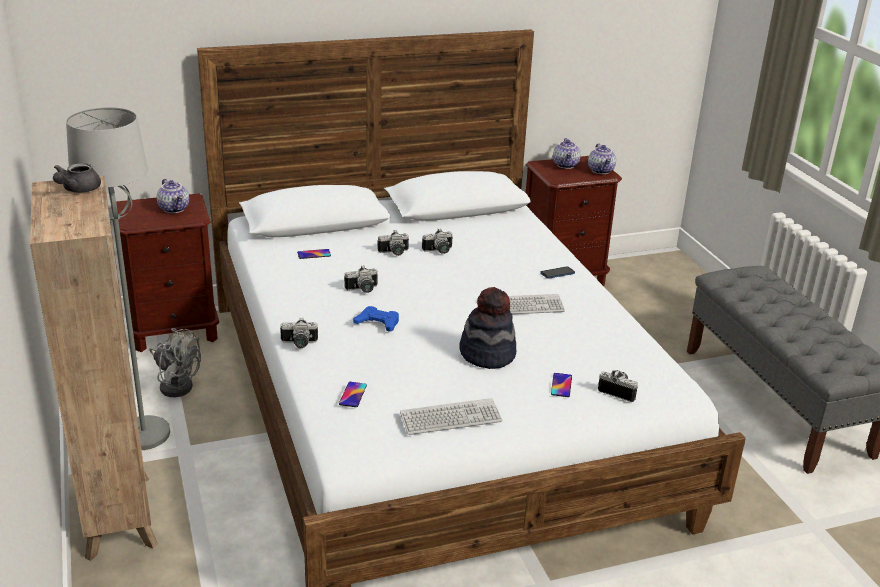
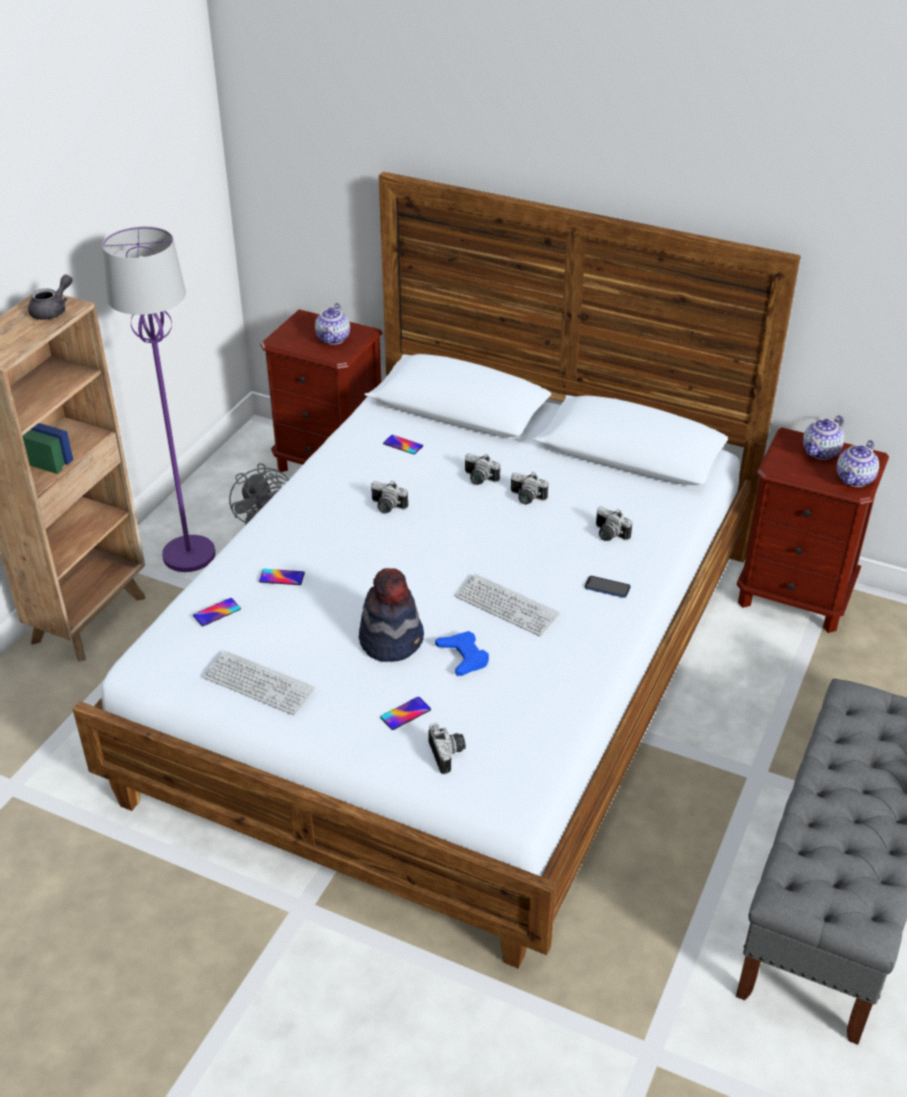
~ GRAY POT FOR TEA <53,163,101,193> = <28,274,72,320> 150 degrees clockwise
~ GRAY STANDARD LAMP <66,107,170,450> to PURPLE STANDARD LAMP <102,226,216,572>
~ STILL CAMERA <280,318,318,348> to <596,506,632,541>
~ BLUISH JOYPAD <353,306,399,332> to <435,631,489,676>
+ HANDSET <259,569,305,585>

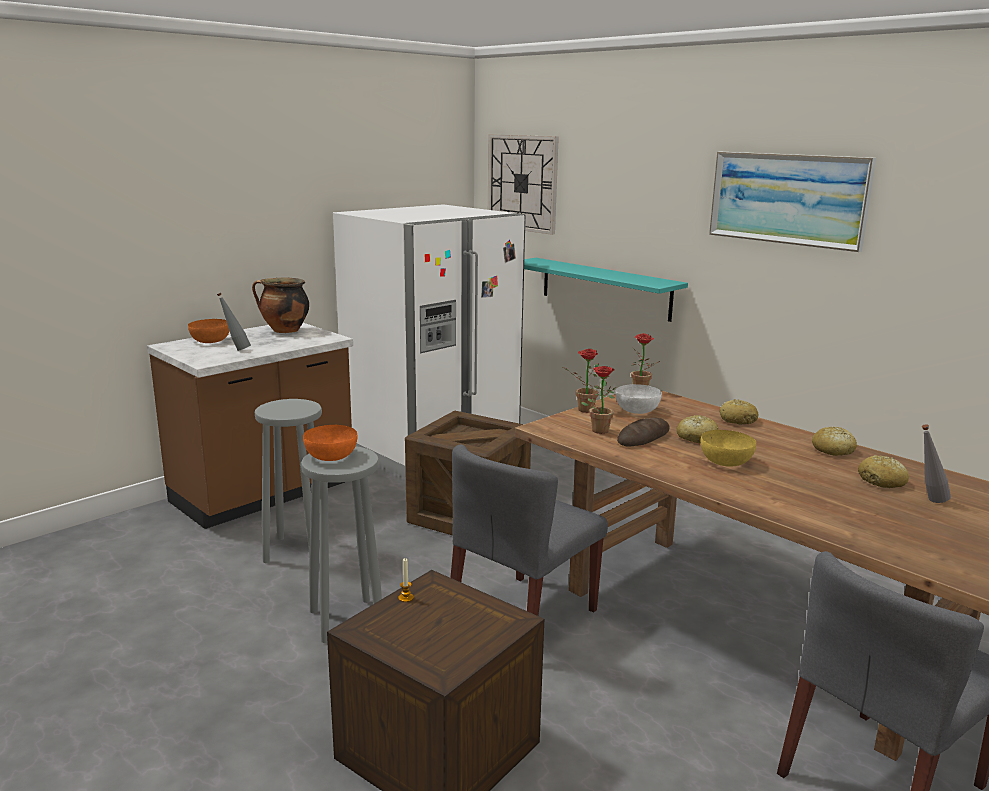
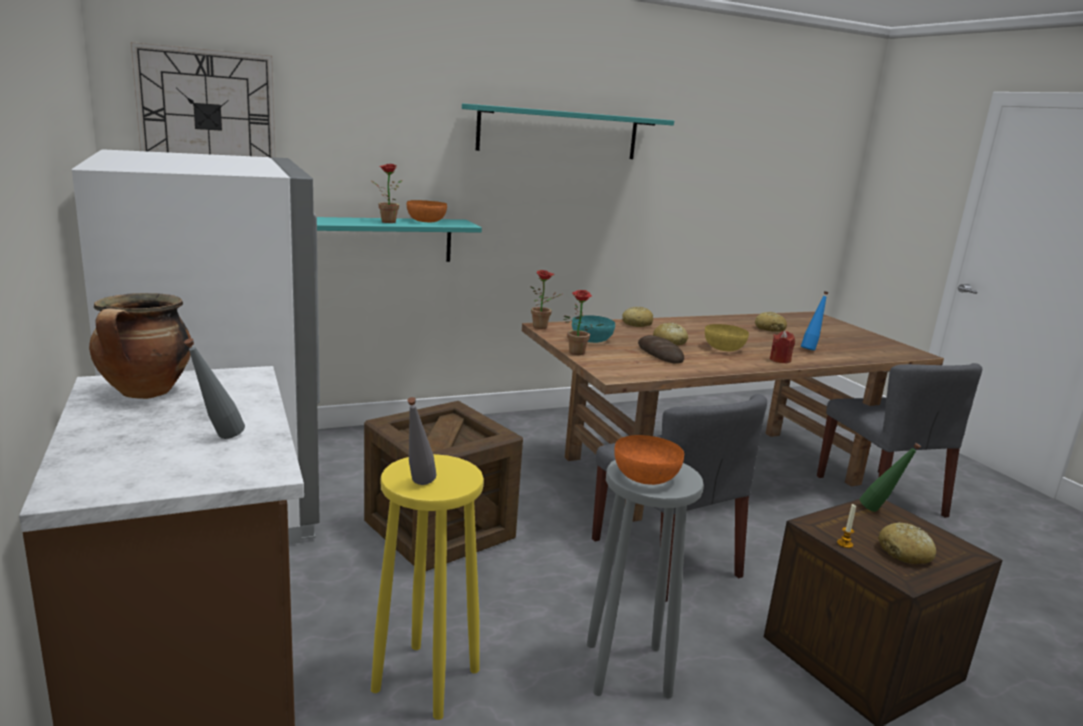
~ ORANGE-COLOURED DEEP DISH <188,319,230,343> to <407,200,447,222>
~ GRAY SITTING STOOL <255,399,322,563> to YELLOWISH SITTING STOOL <371,454,484,720>
~ PLANT IN A POT <581,366,617,434> to <371,163,402,223>
~ WHITE-COLOURED DEEP DISH <615,384,662,414> to TURQUOISE-COLOURED DEEP DISH <572,315,615,343>
~ PICTURE <709,152,876,252> to TURQUOISE-COLOURED BRACKET SHELF <462,104,674,159>
~ BAKED BREAD <812,427,857,456> to <878,522,936,564>
~ GRAY BOTTLE <922,424,951,503> to <407,397,437,485>
+ REDDISH CANDLE <770,331,795,364>
+ BLUISH BOTTLE <801,291,829,351>
+ GREEN BOTTLE <859,443,921,512>

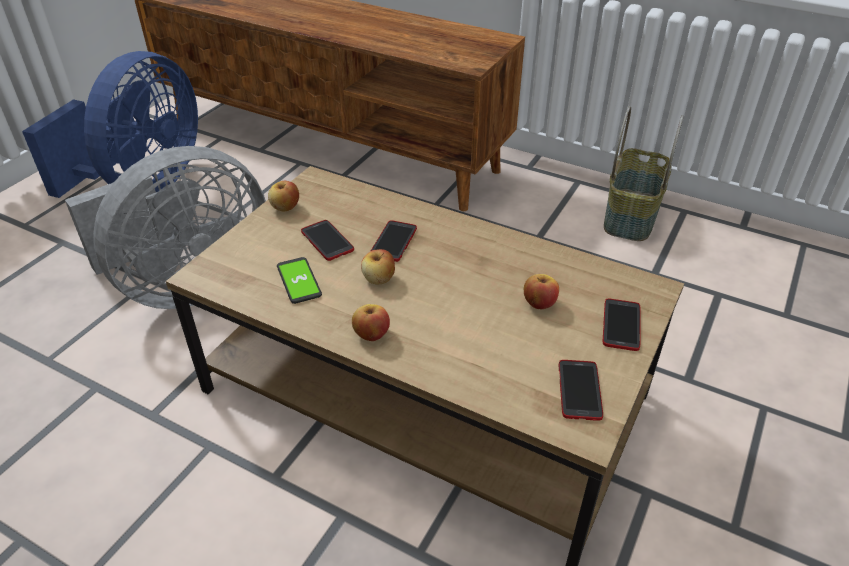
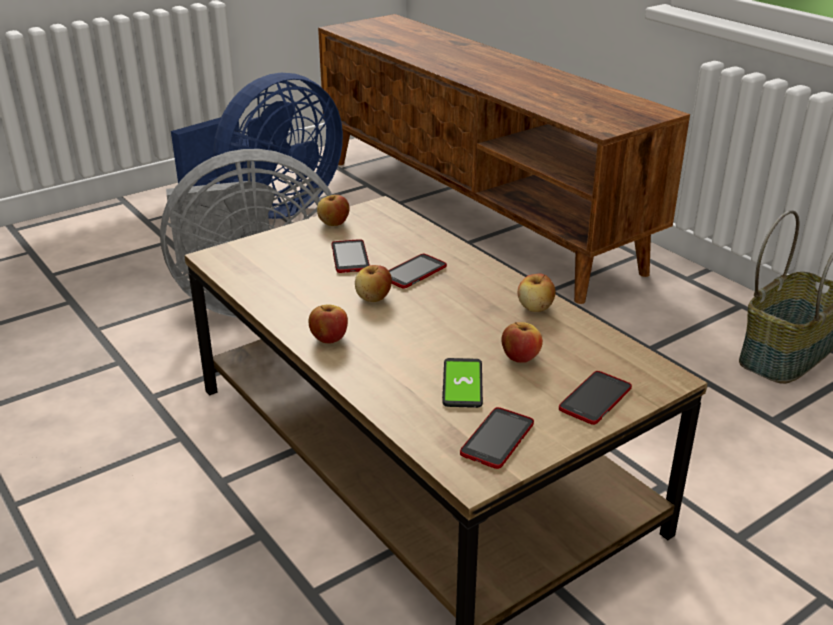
~ HANDSET <277,257,322,304> to <442,358,483,408>
+ WHOLE APPLE <518,274,556,312>

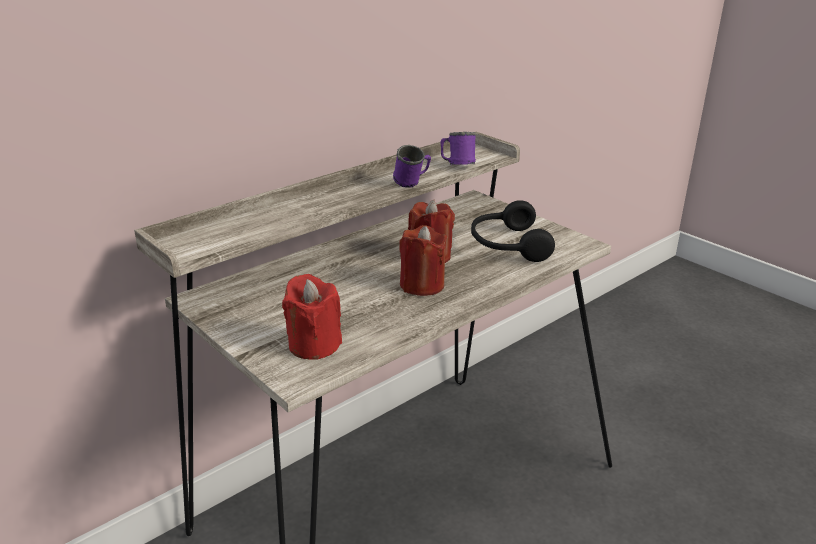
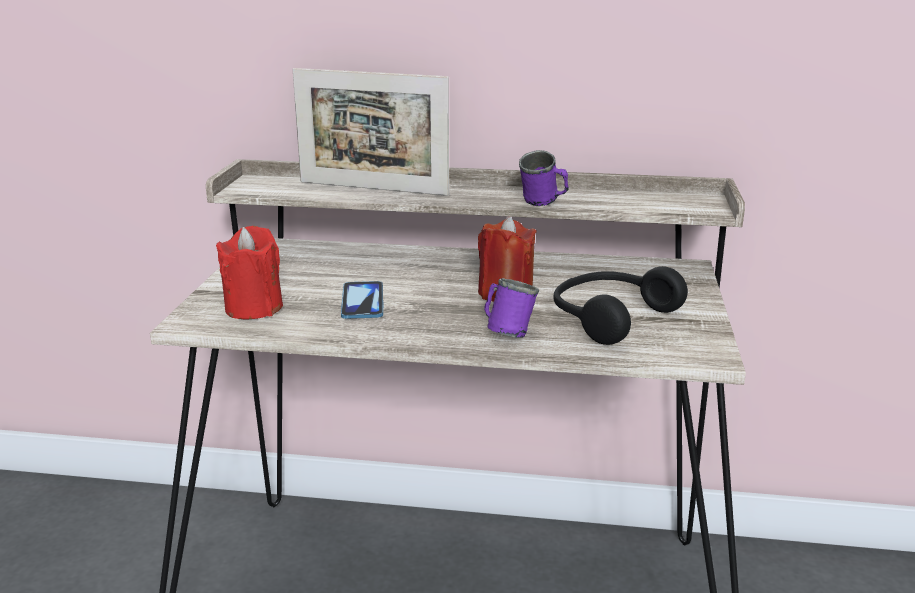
- REDDISH CANDLE <399,225,447,296>
~ PURPLE COFFEE MUG <440,132,476,165> to <484,278,539,338>
+ STANDING FRAME <293,68,449,196>
+ HANDSET <341,281,383,319>

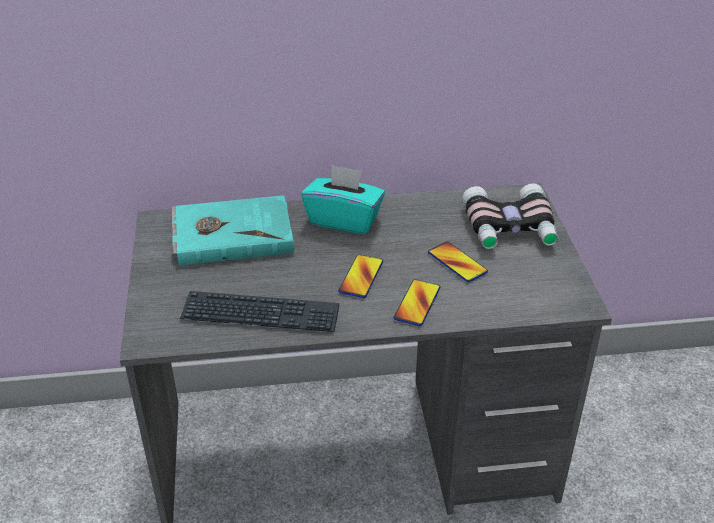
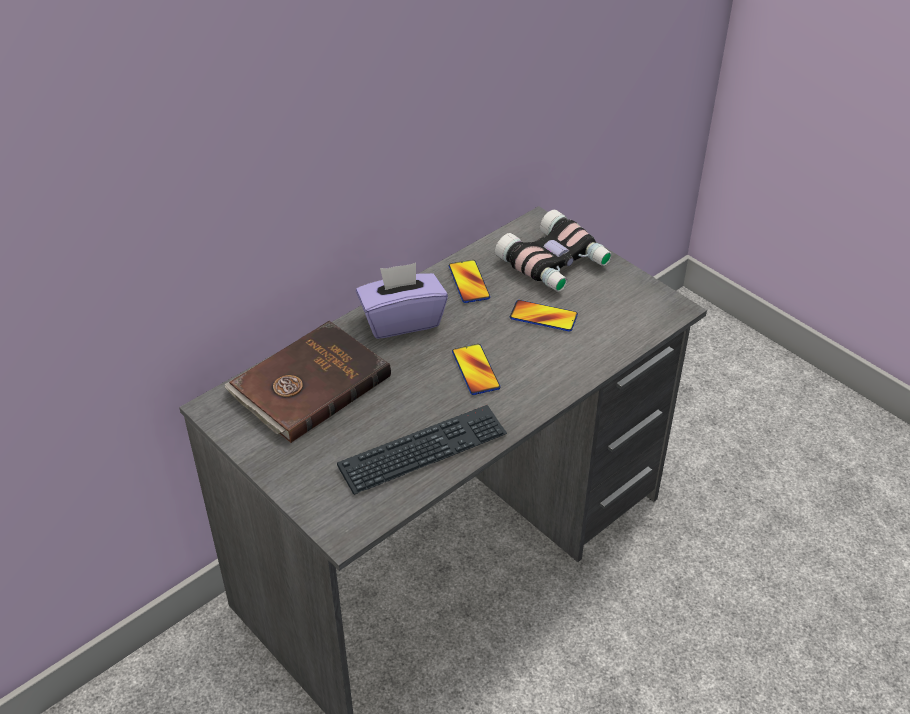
~ TURQUOISE-COLOURED BOUND BOOK <172,195,294,265> to BROWN-COLOURED BOUND BOOK <224,321,391,443>
~ TURQUOISE-COLOURED BOX OF TISSUES <301,165,385,234> to PURPLE BOX OF TISSUES <356,263,448,339>
~ HANDSET <394,279,440,326> to <449,260,490,303>

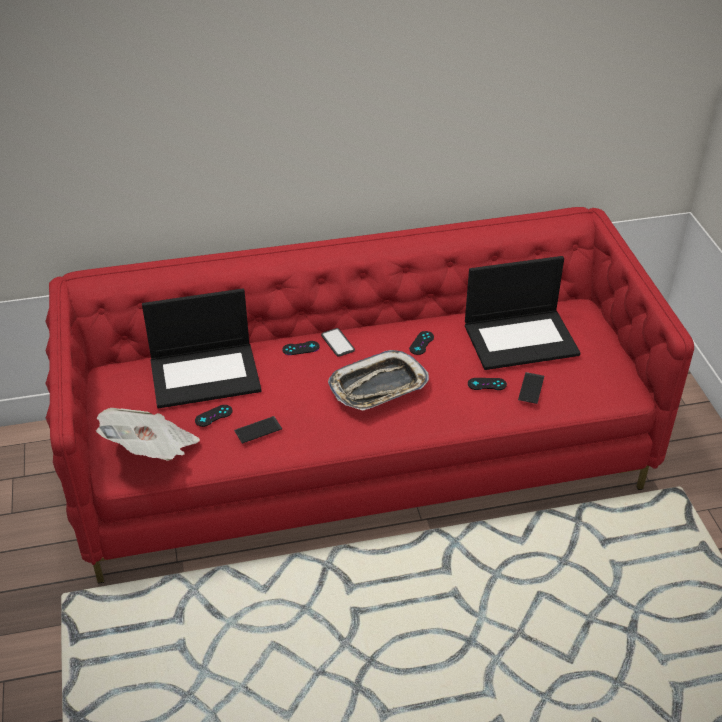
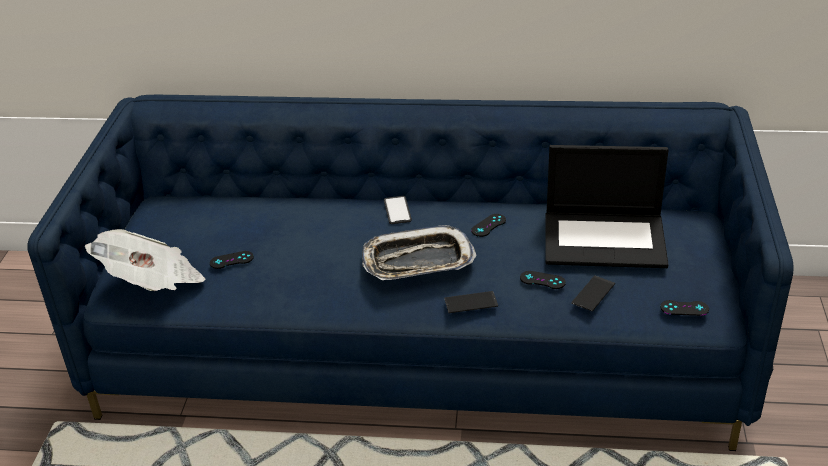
~ REDDISH COUCH <45,207,694,584> to BLUISH COUCH <28,95,794,451>
- NOTEBOOK COMPUTER <142,289,261,409>
~ HANDSET <234,416,282,444> to <444,291,498,313>
~ BLACK JOYPAD <282,341,320,355> to <660,300,709,316>

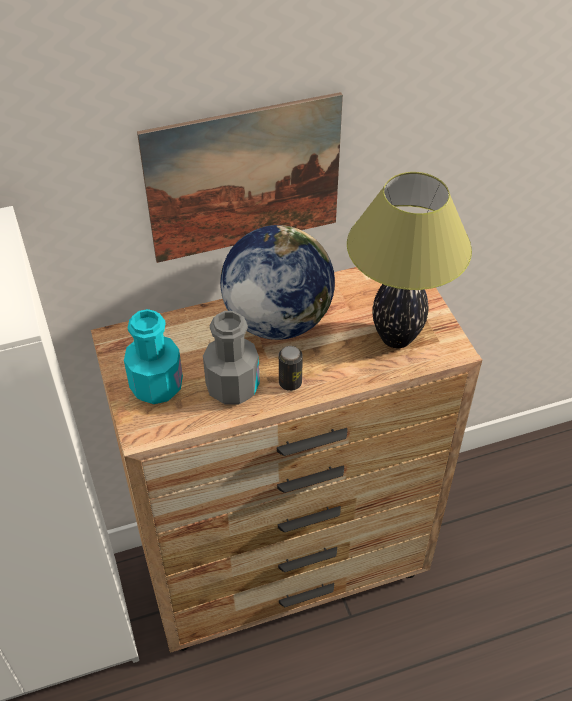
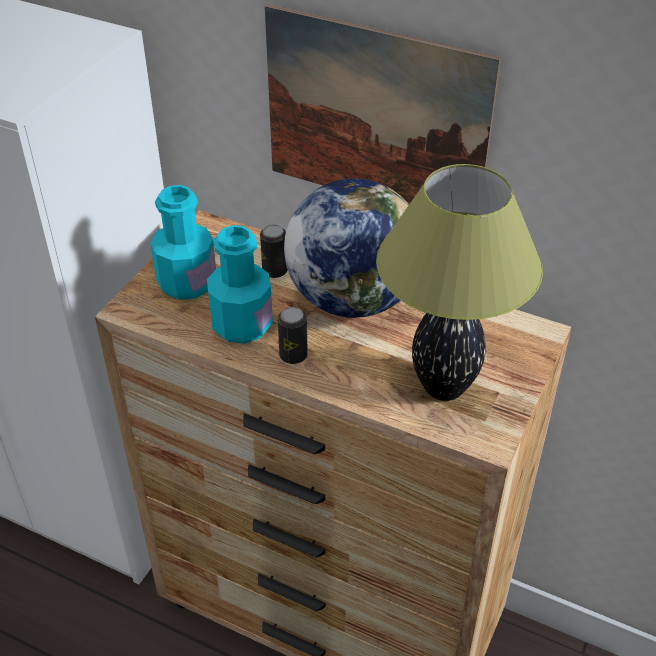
~ GRAY BOTTLE <203,311,260,405> to TURQUOISE-COLOURED BOTTLE <207,225,273,344>
+ CAN <260,225,288,278>

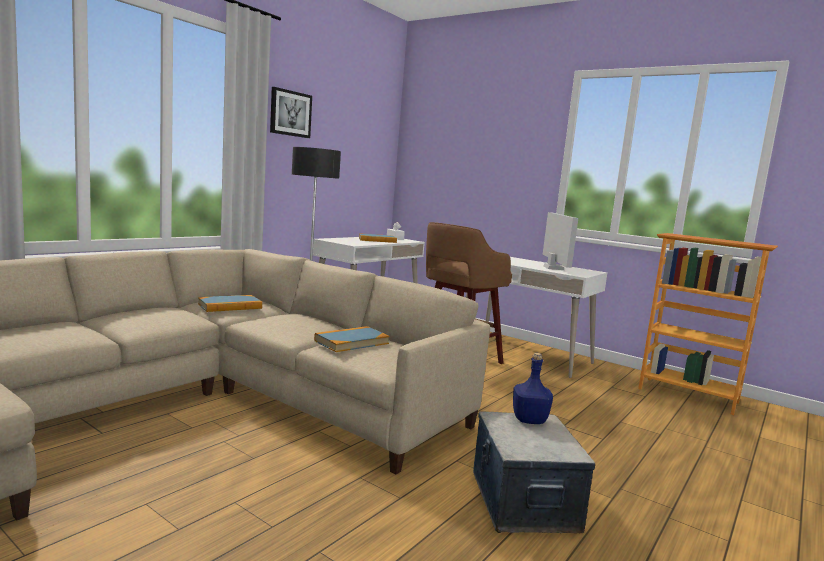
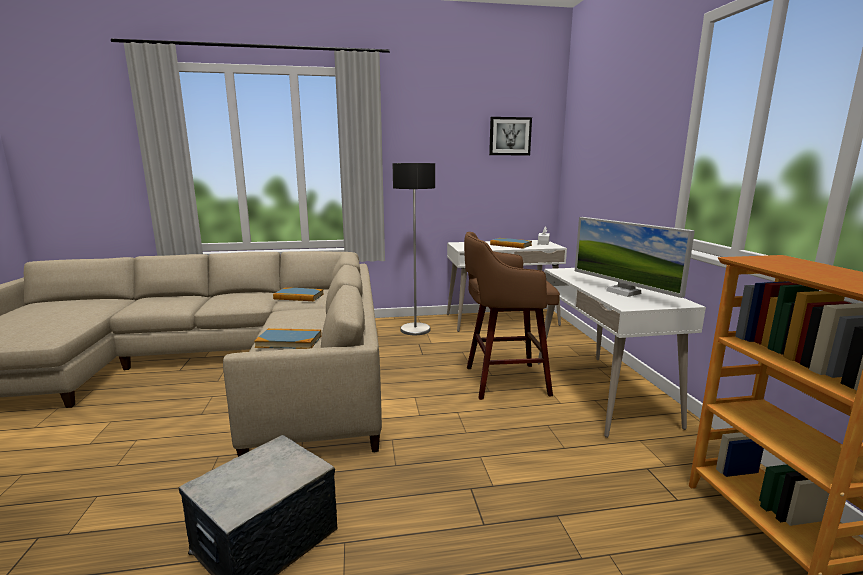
~ PICTURE <270,87,312,138> to <489,117,532,155>
- BLUISH BOTTLE <513,353,553,424>
~ COMPUTER SCREEN <543,212,578,270> = <575,217,695,298> 105 degrees clockwise

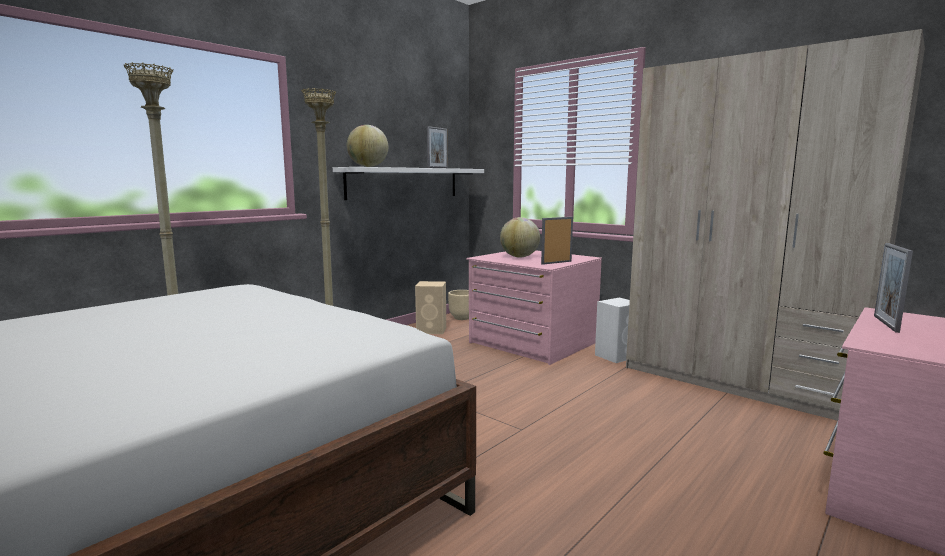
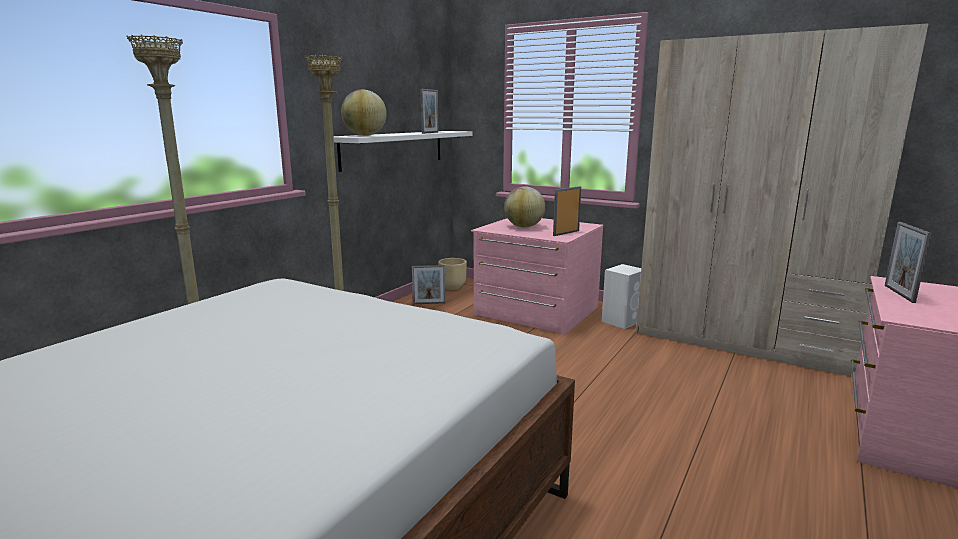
~ BEIGE-COLOURED SPEAKER <415,281,446,334> to STANDING FRAME <412,265,446,304>

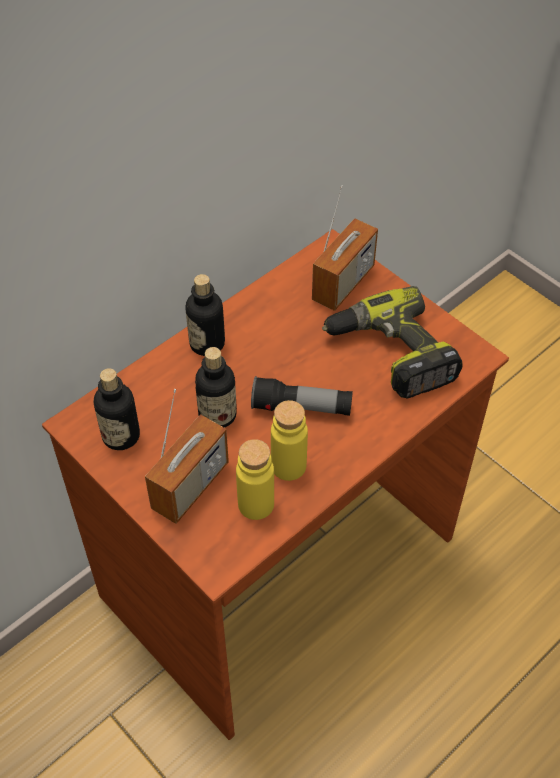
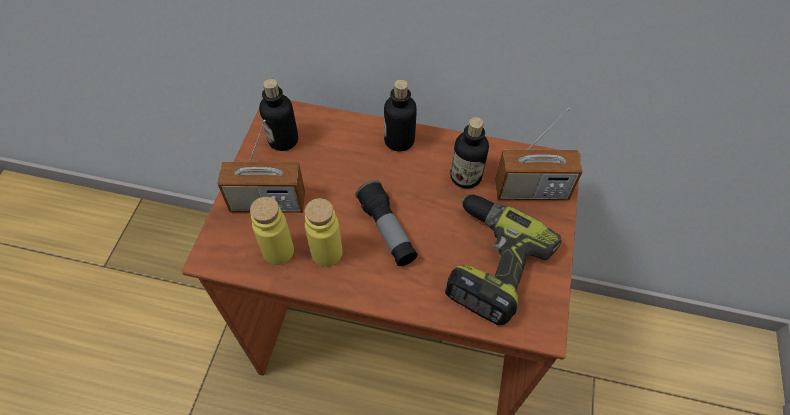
~ BOTTLE <195,347,237,428> to <450,117,489,188>

